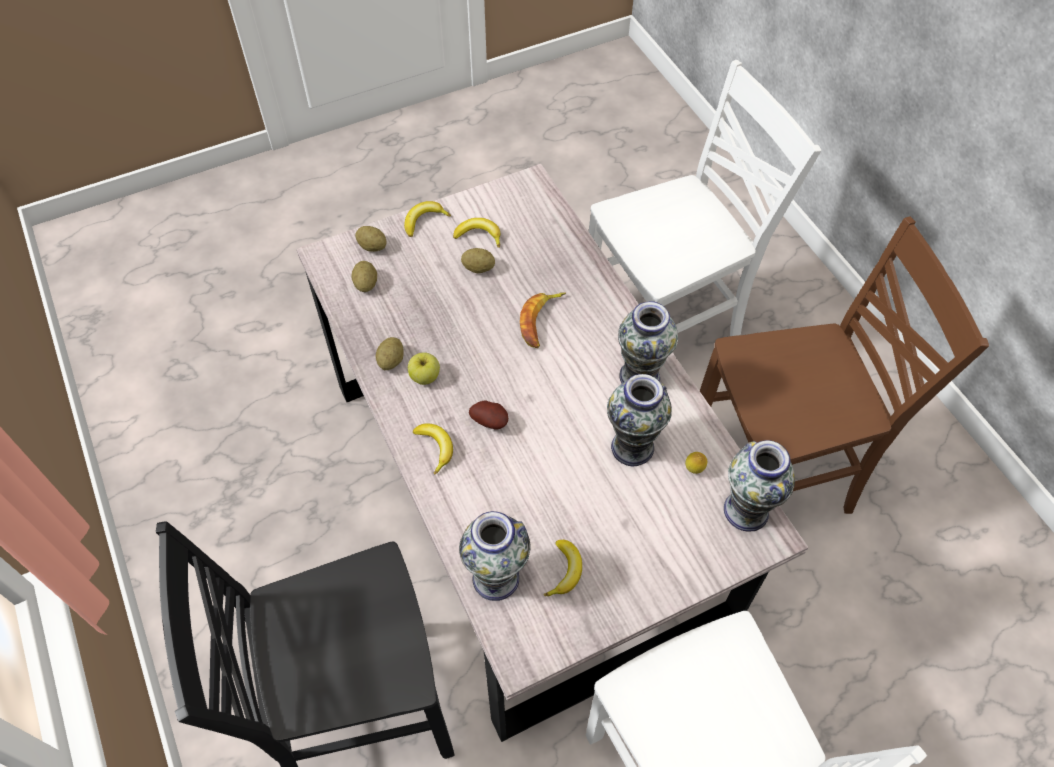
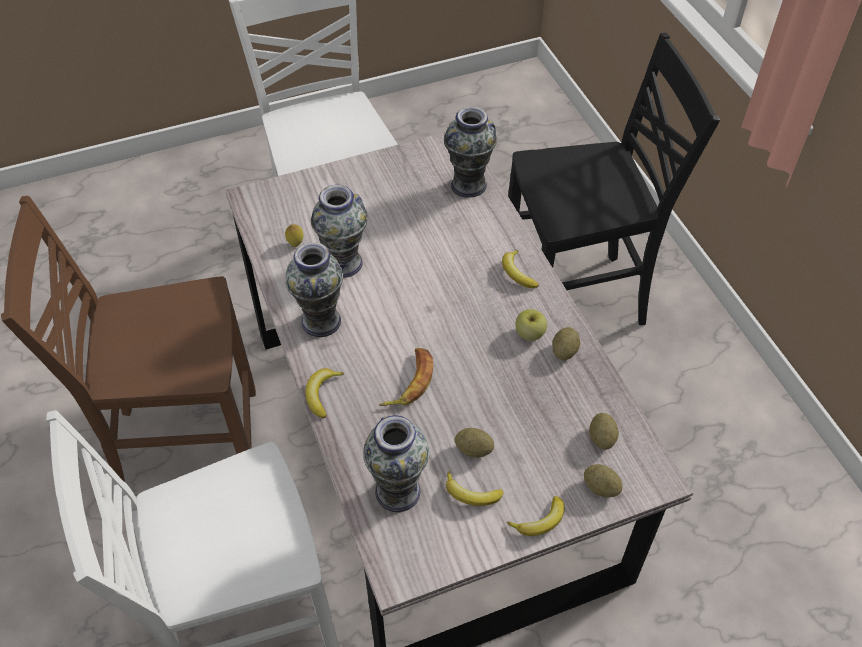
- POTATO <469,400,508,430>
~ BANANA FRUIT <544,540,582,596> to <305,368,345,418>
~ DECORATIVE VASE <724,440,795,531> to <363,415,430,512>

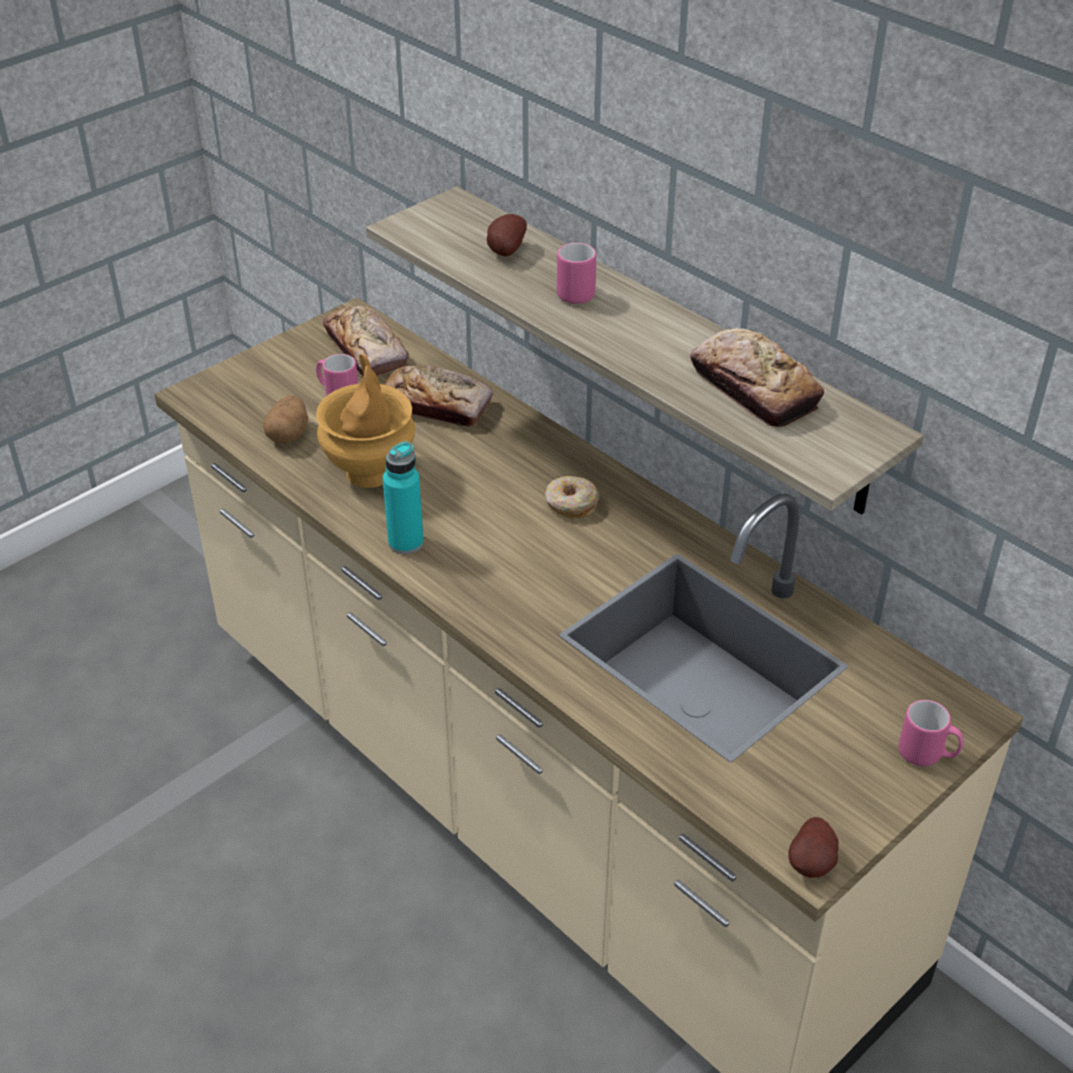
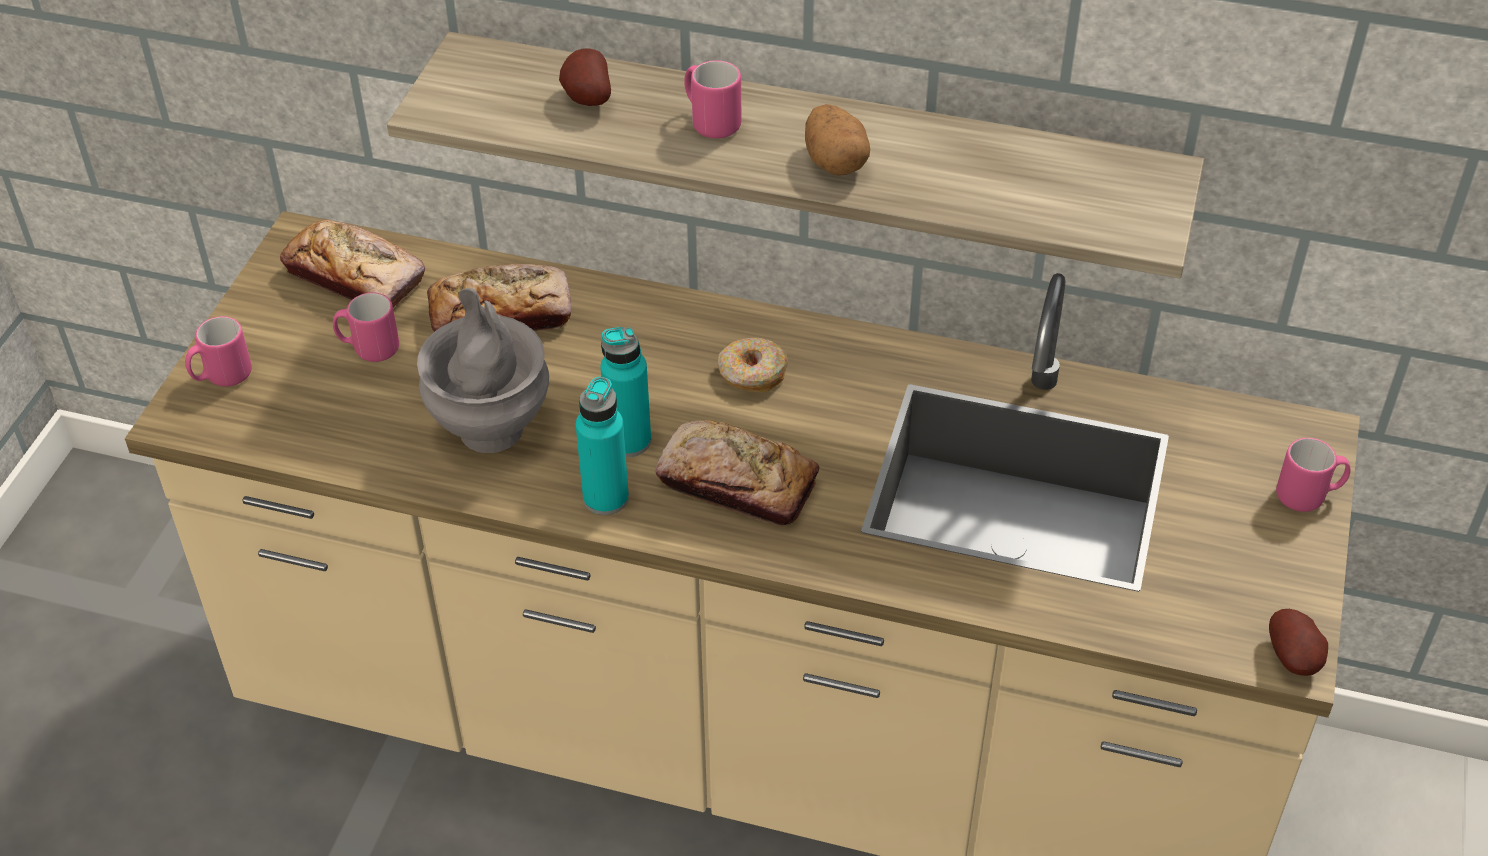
~ POTATO <263,395,308,443> to <805,104,870,176>
~ BROWN-COLOURED DECORATIVE VASE <316,354,415,488> to GRAY DECORATIVE VASE <417,288,549,453>
~ BAKED BREAD <690,328,824,427> to <656,420,819,526>
+ PINKISH COFFEE MUG <185,316,252,387>
+ TURQUOISE-COLOURED BOTTLE <600,327,651,457>

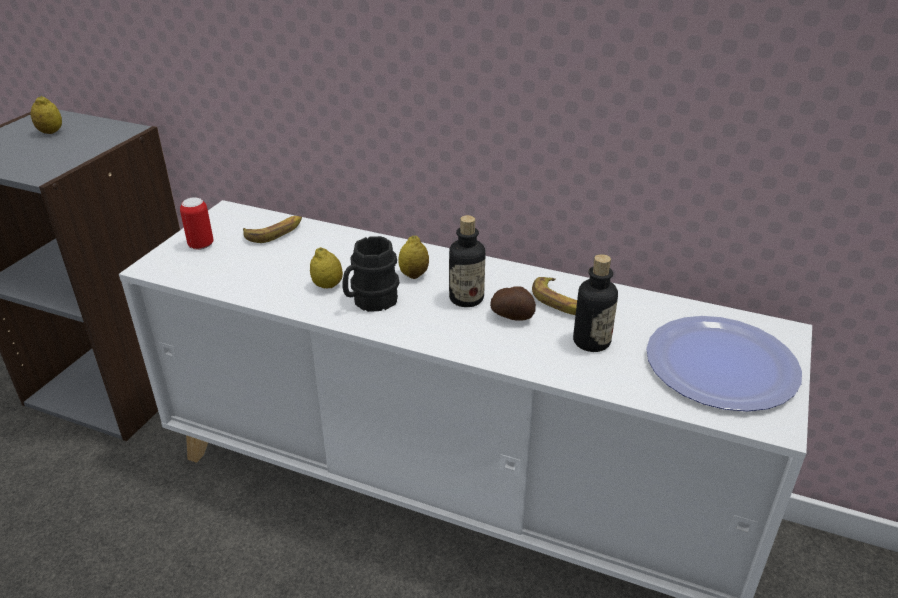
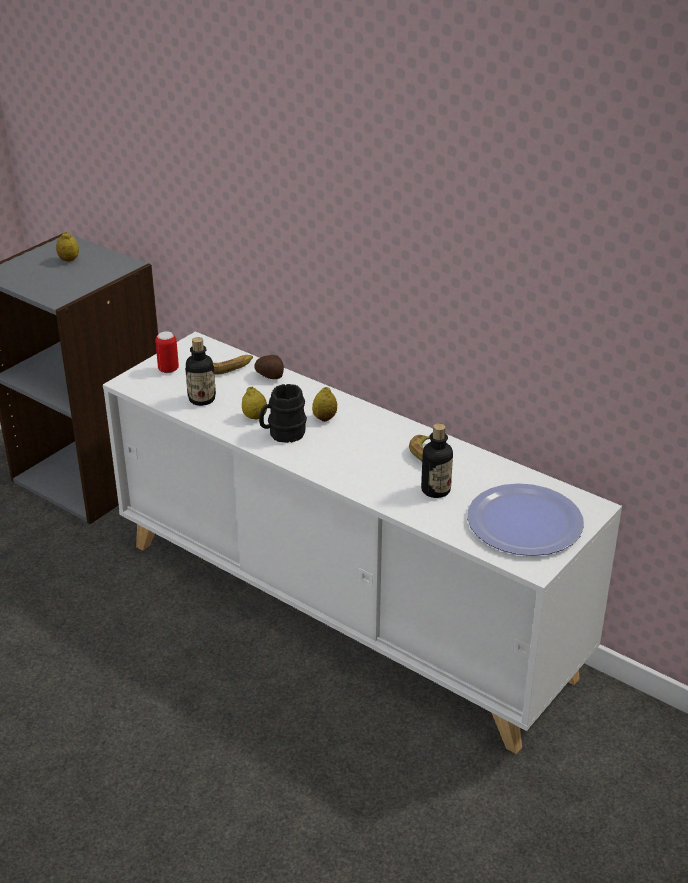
~ BOTTLE <449,215,485,307> to <185,337,216,406>
~ POTATO <490,286,536,320> to <254,355,284,379>

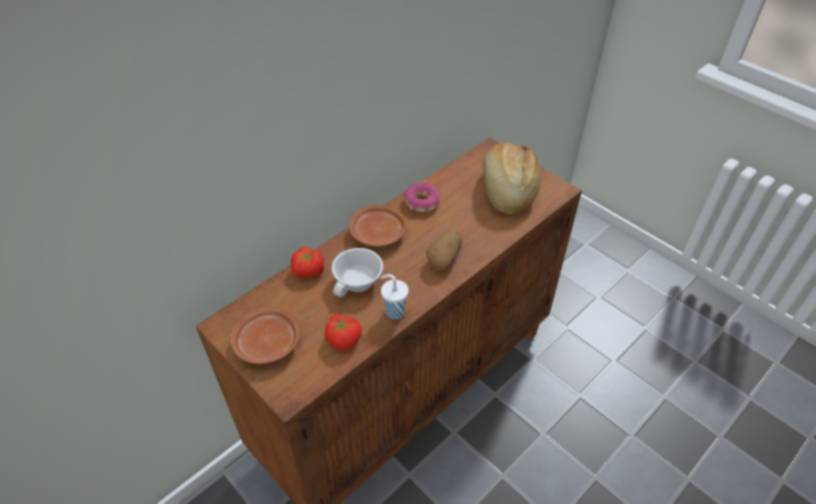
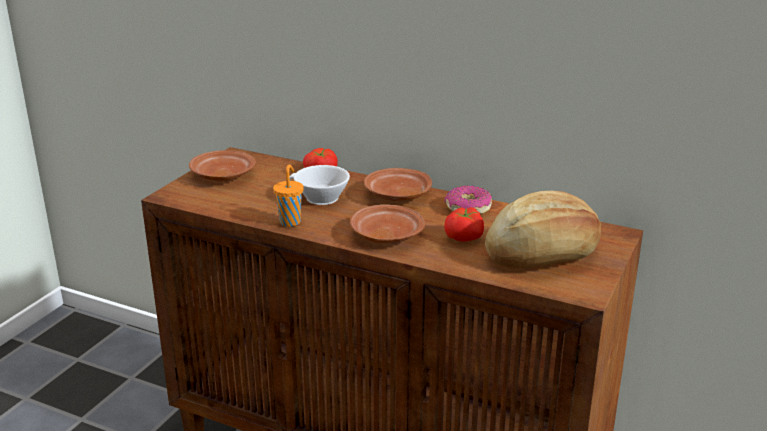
~ WHOLE TOMATO <325,314,362,351> to <444,207,484,242>
~ WHITE-COLOURED CUP <380,274,409,320> to ORANGE-COLOURED CUP <273,165,304,227>
~ POTATO <426,230,462,271> to BROWN-COLOURED FLAT DISH <350,204,425,243>

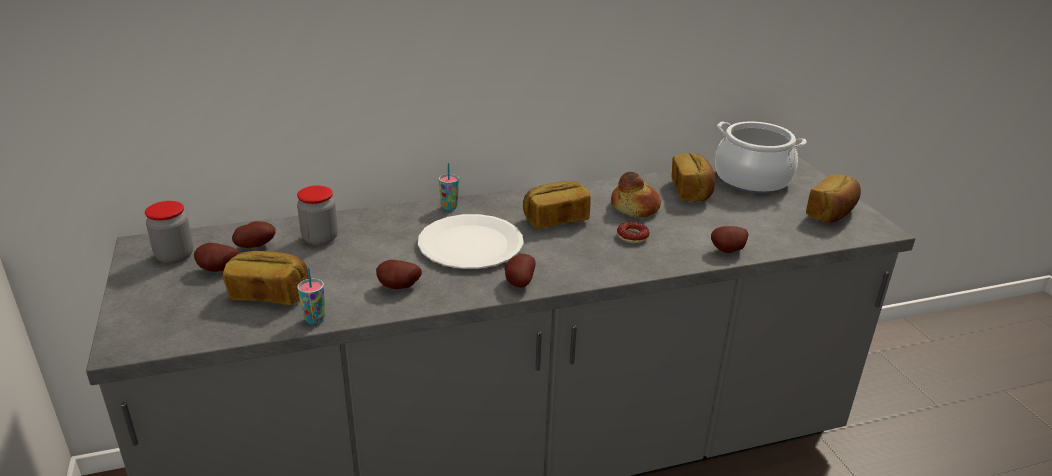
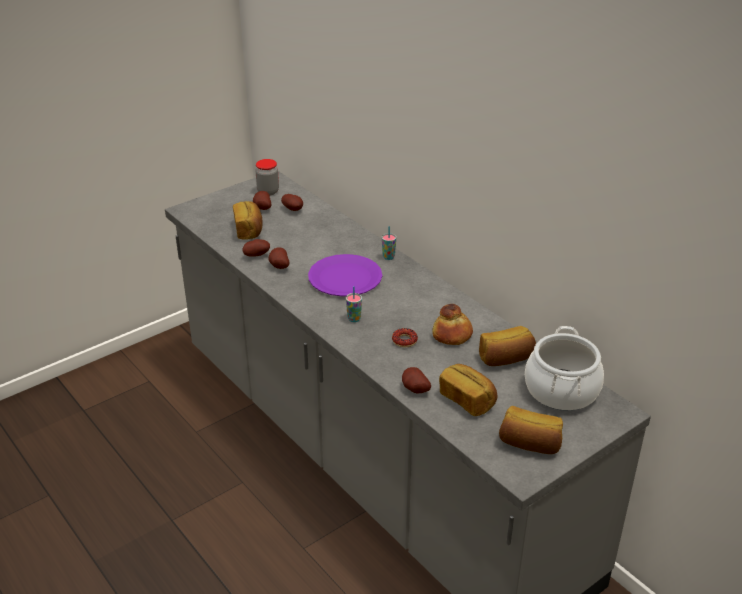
- JAR <297,186,338,246>
~ CUP <297,267,325,325> to <346,286,362,322>
~ WHITE-COLOURED FLAT DISH <418,214,523,269> to PURPLE FLAT DISH <308,254,382,297>
~ POTATO <505,254,536,288> to <243,239,270,257>
~ BAKED BREAD <523,181,591,229> to <439,364,497,416>

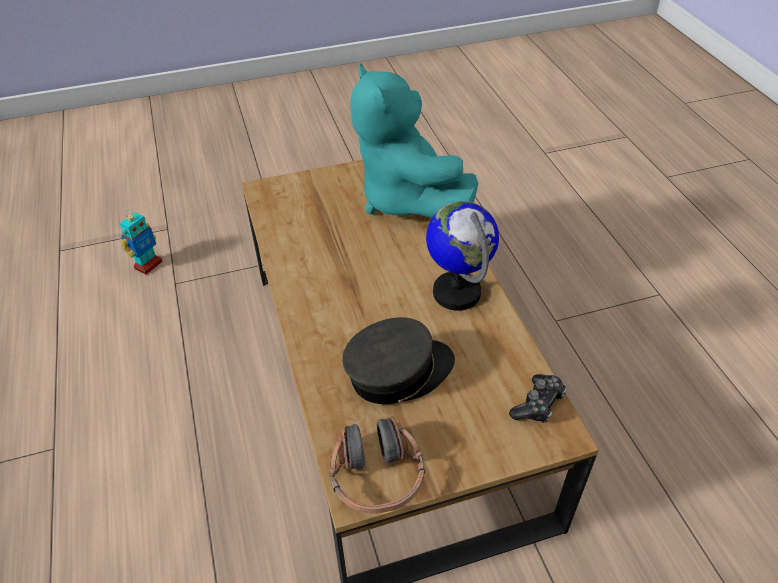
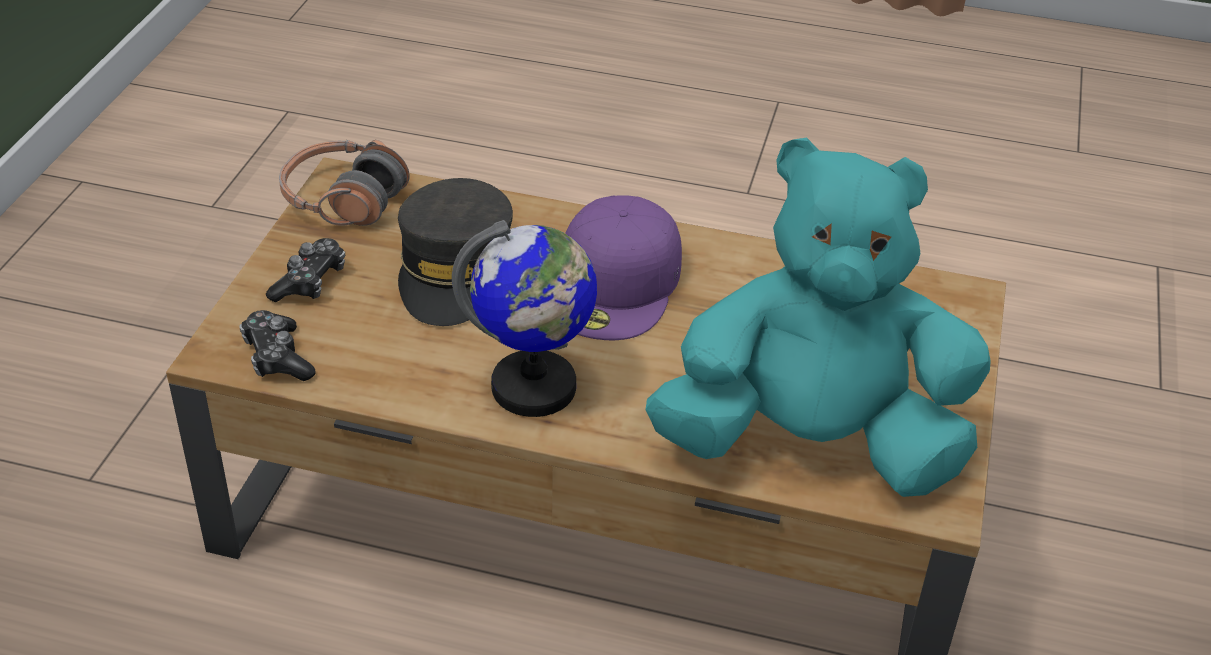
- MODEL ROBOT <120,210,163,275>
+ JOYPAD <266,238,345,302>
+ PURPLE PEAKED CAP <565,195,682,340>

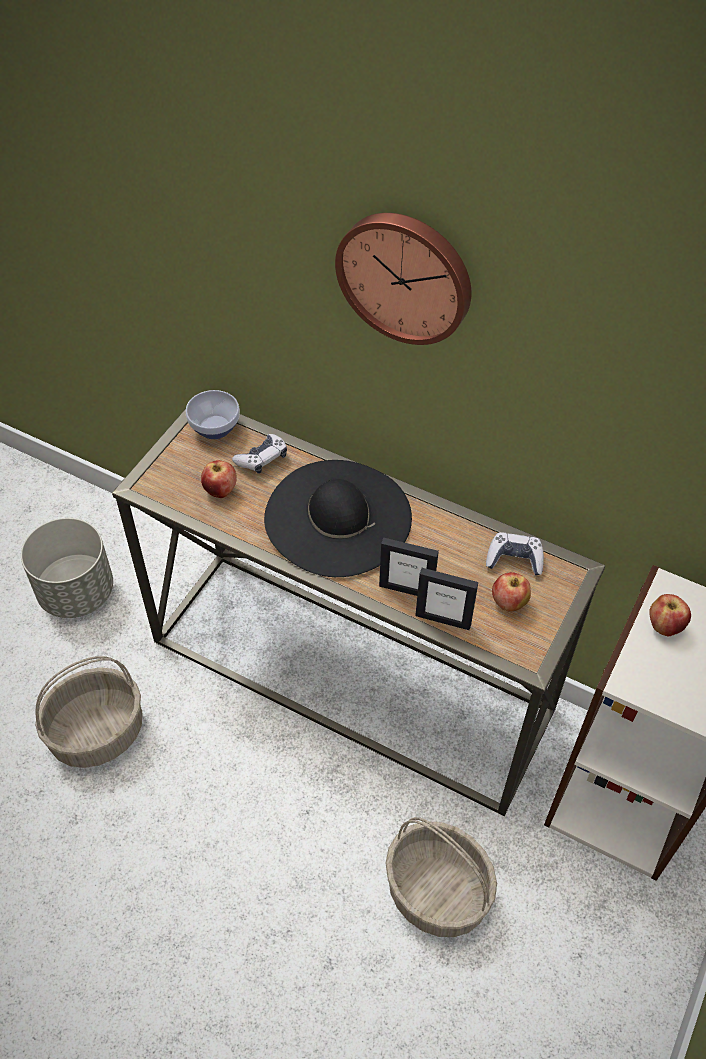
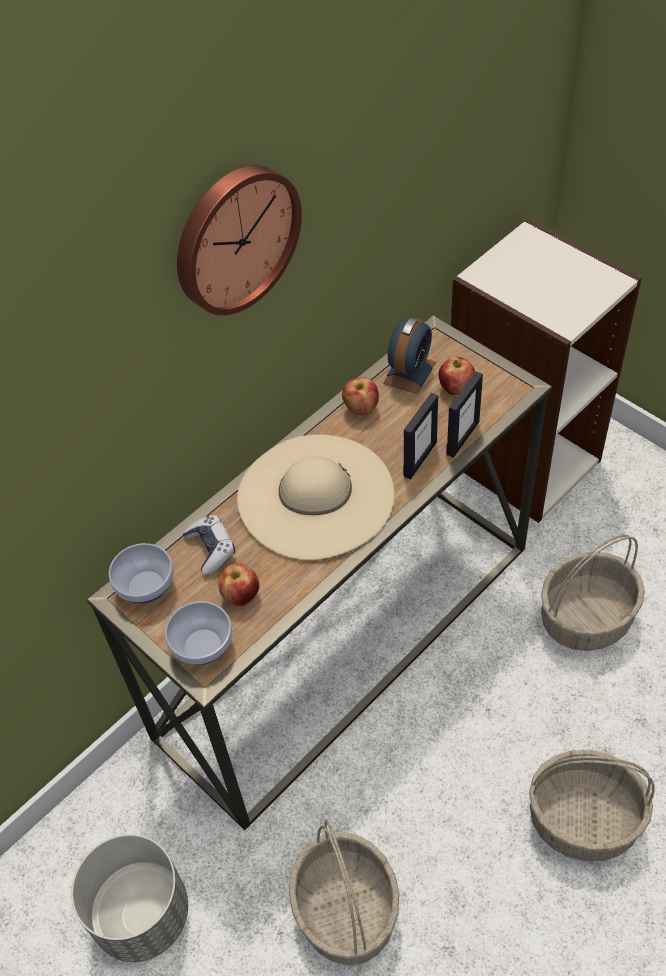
~ BLACK WEARABLE HAT <264,460,412,577> to BEIGE-COLOURED WEARABLE HAT <237,435,395,560>
~ JOYPAD <486,533,544,576> to TABLE CLOCK <383,318,436,394>
~ WHOLE APPLE <649,594,691,636> to <342,377,379,416>
+ DEEP DISH <165,601,232,665>
+ STORAGE BASKET <529,750,655,861>

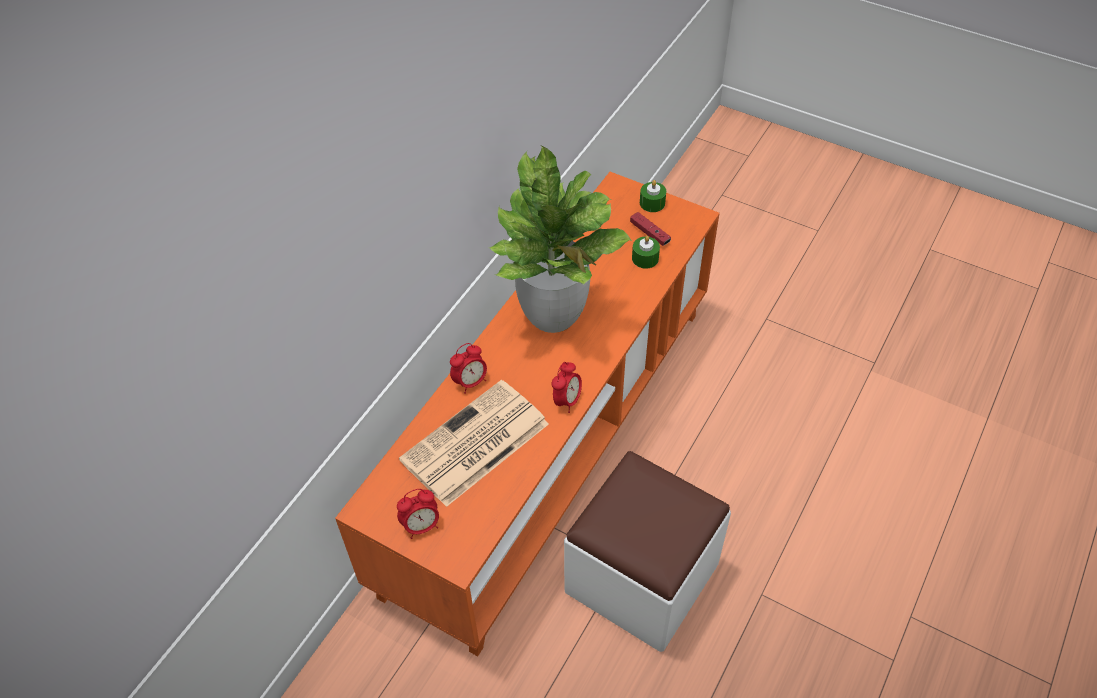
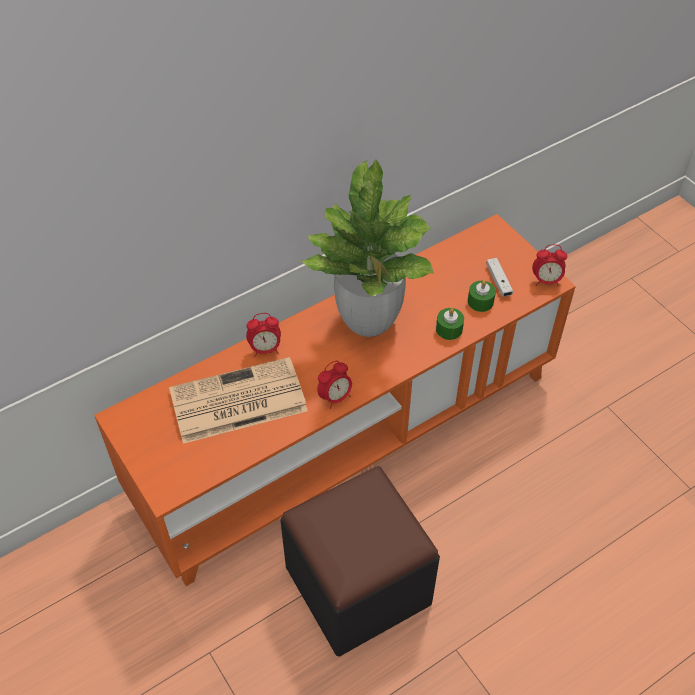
~ TABLE CLOCK <397,489,439,539> to <532,244,567,287>
~ WHITE-COLOURED FOOTREST <564,451,731,652> to BLACK FOOTREST <280,466,440,657>
~ REDDISH JOYPAD <630,212,671,246> to WHITE-COLOURED JOYPAD <486,258,513,297>
~ GREEN CANDLE <640,180,666,212> to <436,308,464,340>

